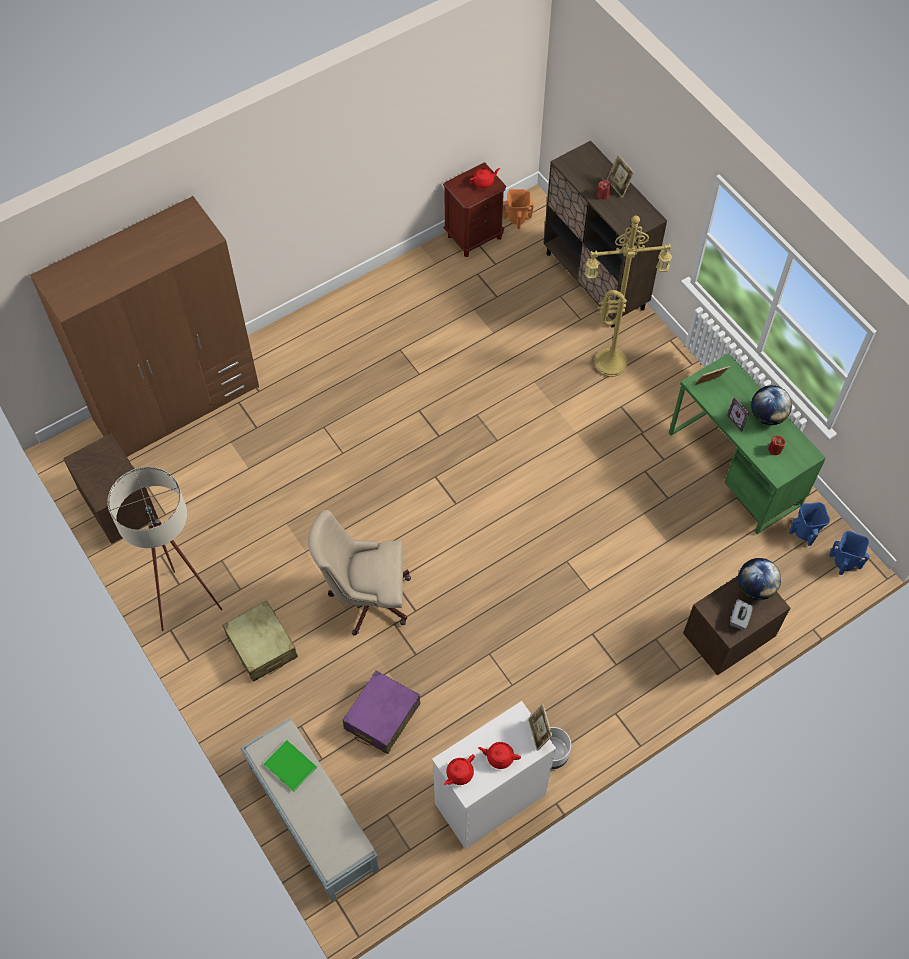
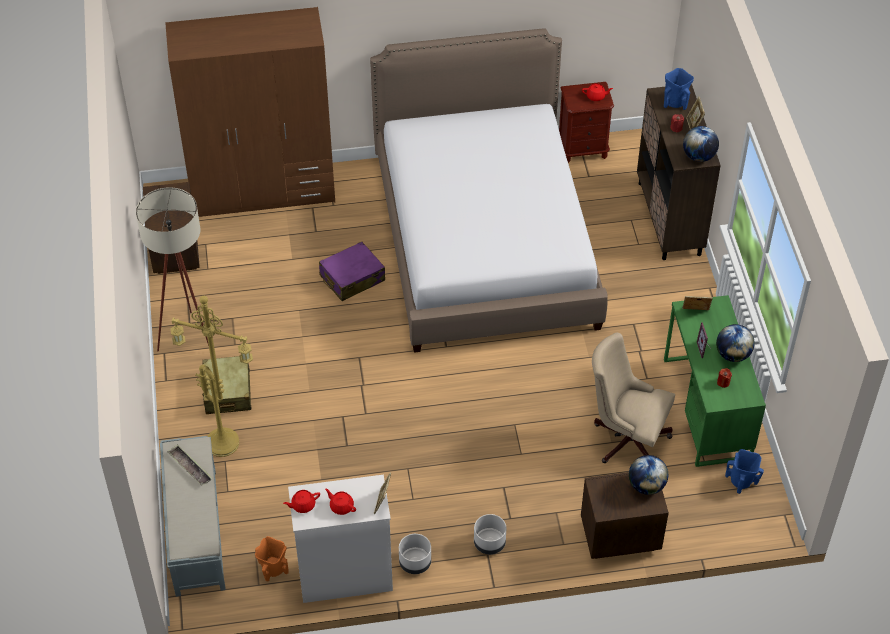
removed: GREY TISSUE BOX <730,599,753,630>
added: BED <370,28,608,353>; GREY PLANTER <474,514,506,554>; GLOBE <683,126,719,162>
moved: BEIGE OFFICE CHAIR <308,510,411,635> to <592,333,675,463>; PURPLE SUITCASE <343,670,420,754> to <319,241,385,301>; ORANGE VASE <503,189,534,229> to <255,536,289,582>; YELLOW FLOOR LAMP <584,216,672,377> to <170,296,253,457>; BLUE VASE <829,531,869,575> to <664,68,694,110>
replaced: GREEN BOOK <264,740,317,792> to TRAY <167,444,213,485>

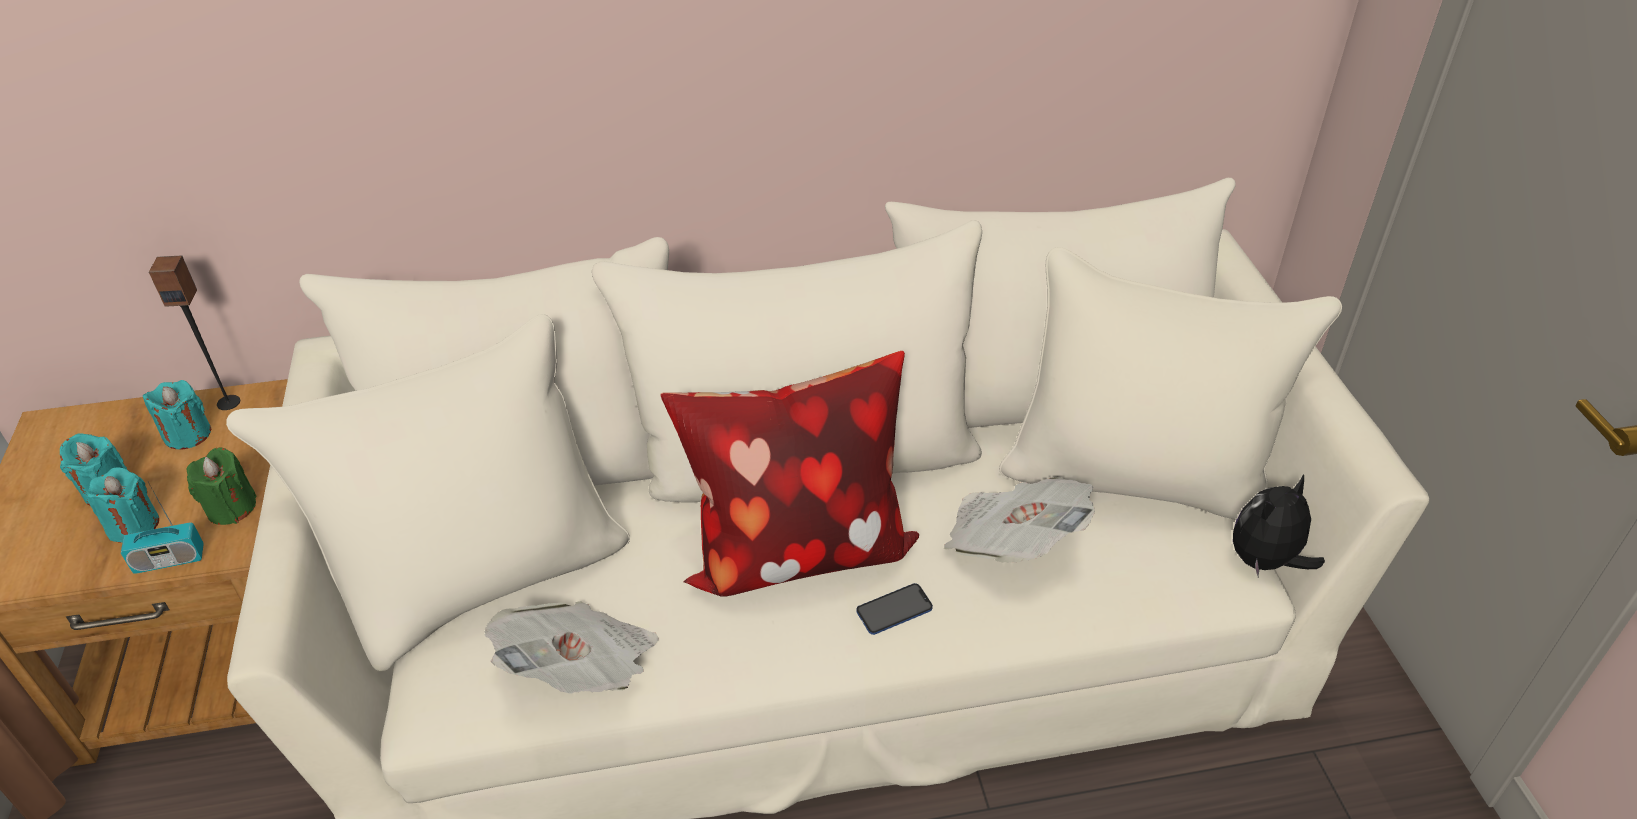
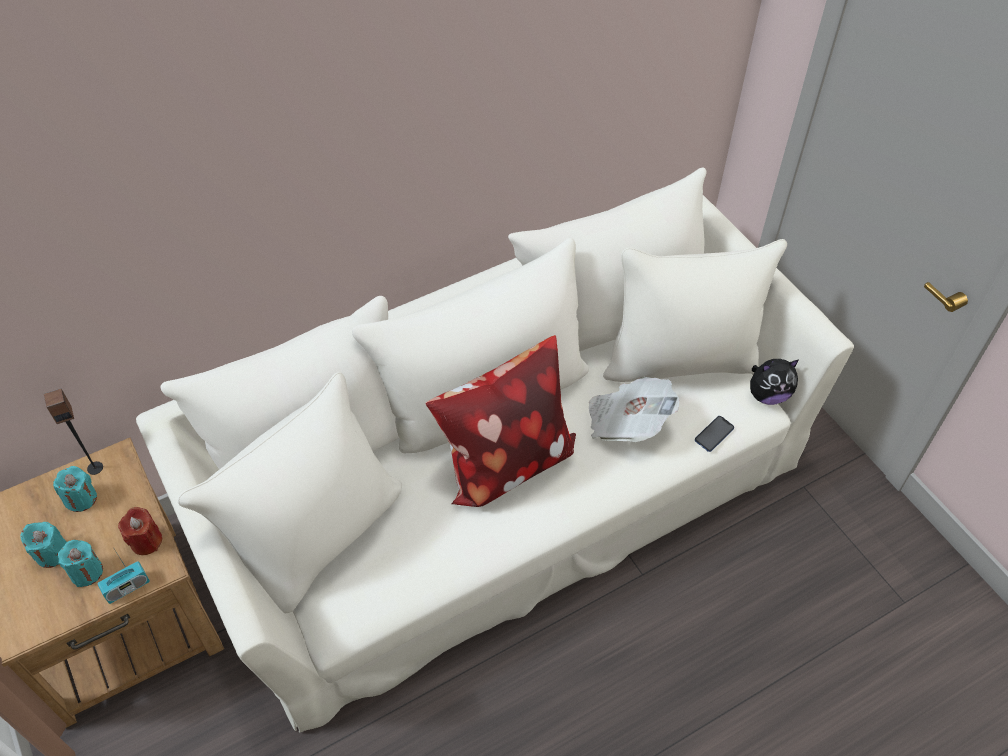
removed: NEWSPAPER <485,601,659,694>
moved: PHONE <856,583,933,635> to <695,416,734,452>
recoloured: GREEN CANDLE <186,447,257,525> to RED CANDLE <118,507,162,555>
turned: PLUSH TOY <1233,474,1325,577> = <750,359,799,405> 135 degrees counterclockwise

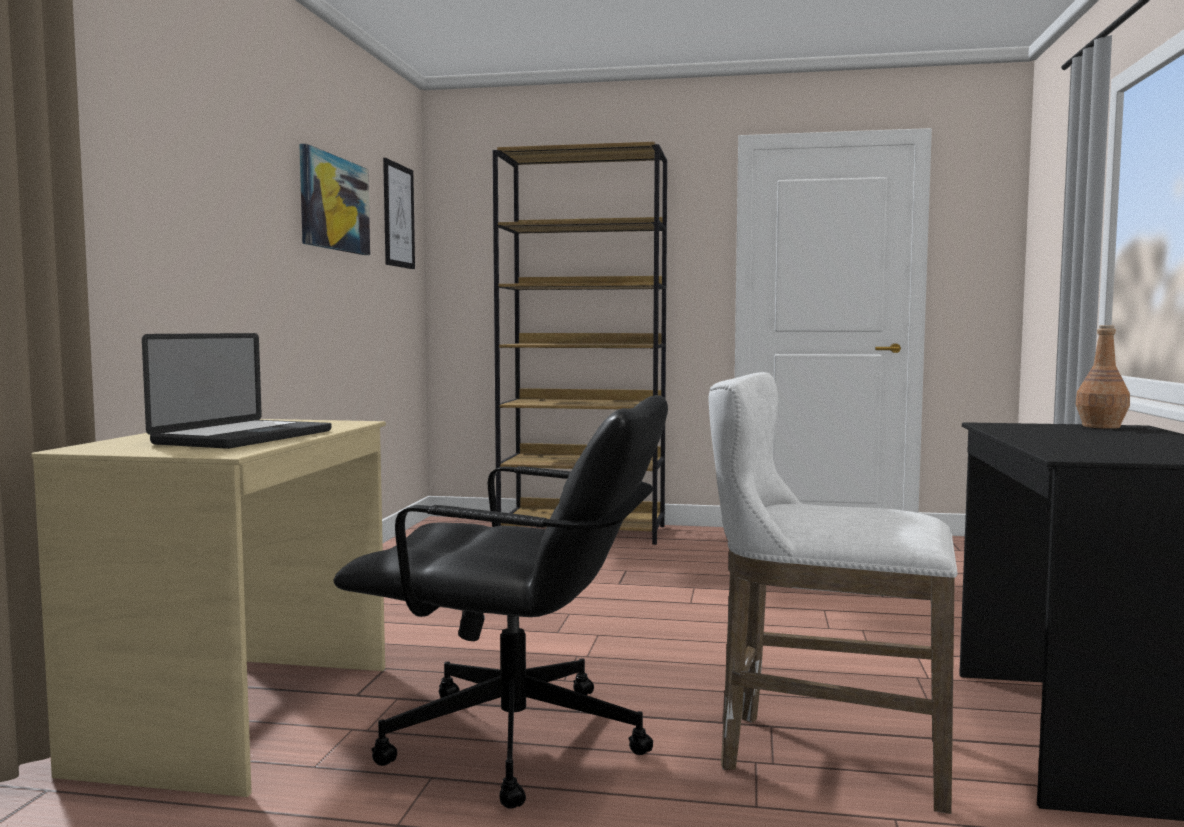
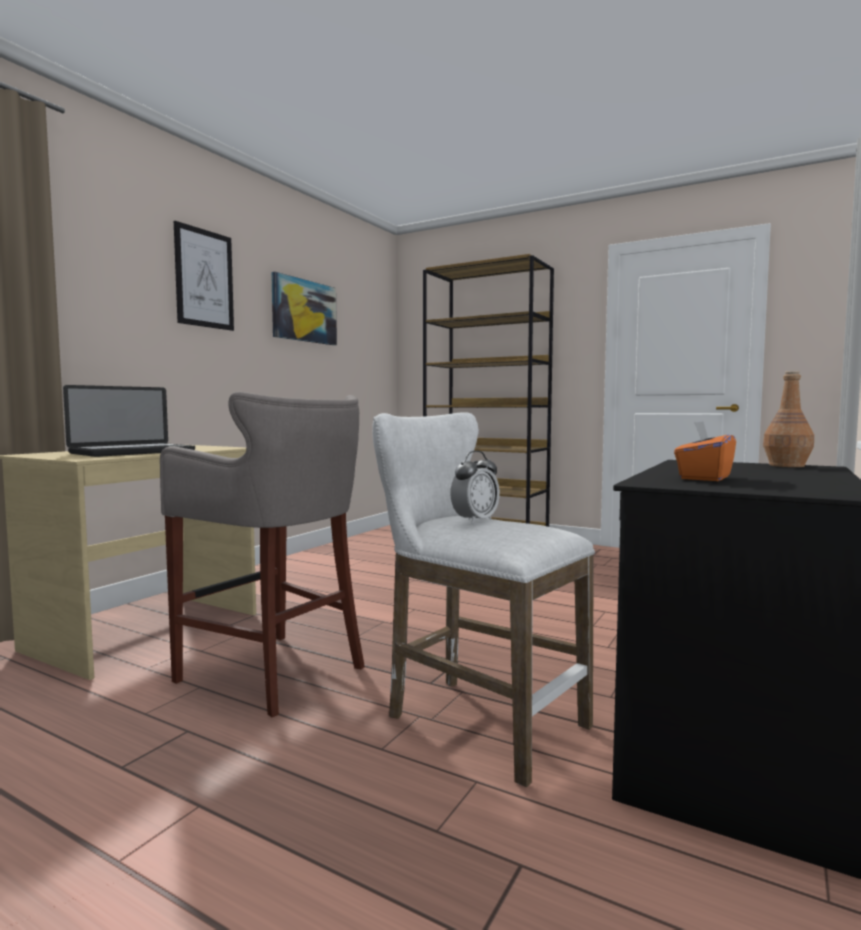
added: ALARM CLOCK <450,450,500,524>; ORANGE TISSUE BOX <674,421,736,481>
moved: PICTURE <383,158,415,269> to <174,221,234,331>
replaced: BLACK OFFICE CHAIR <333,395,668,809> to GREY STOOL <160,392,365,717>

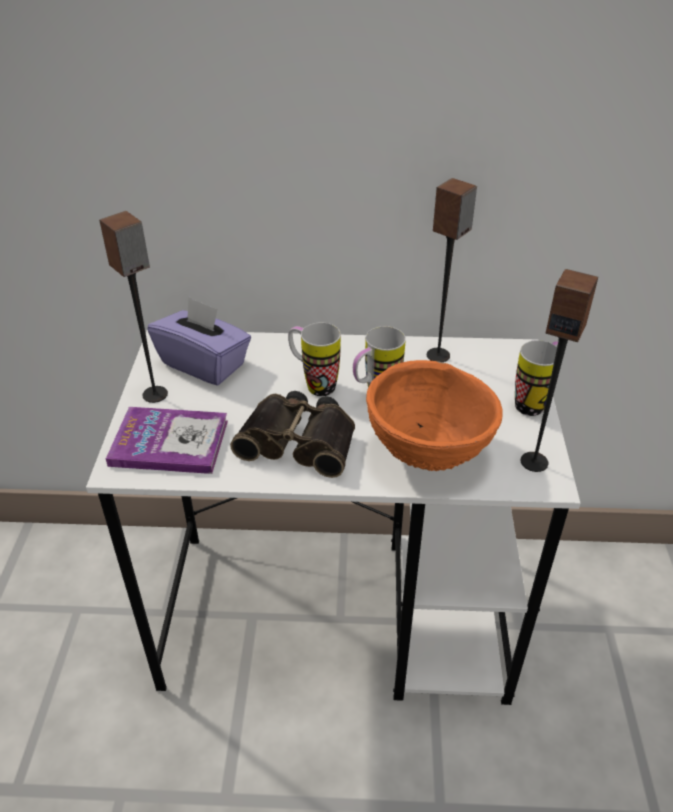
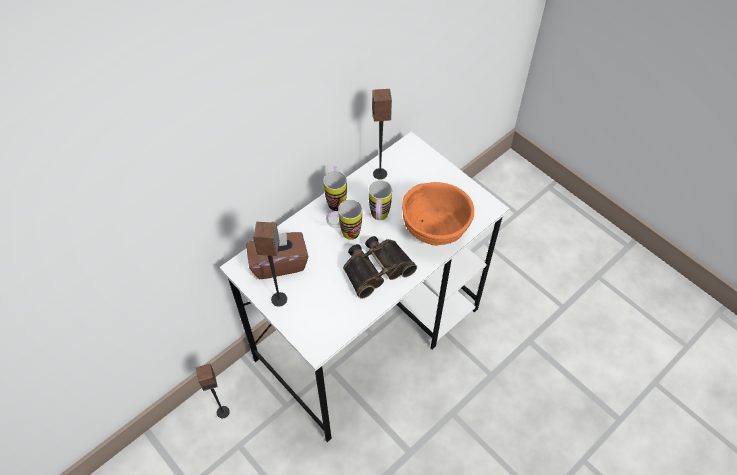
removed: BOOK <106,407,228,474>
moved: MUG <515,340,558,416> to <323,166,347,211>; SPEAKER <520,269,598,472> to <196,363,230,418>
recoloured: PURPLE TISSUE BOX <148,297,251,385> to BROWN TISSUE BOX <246,232,308,279>

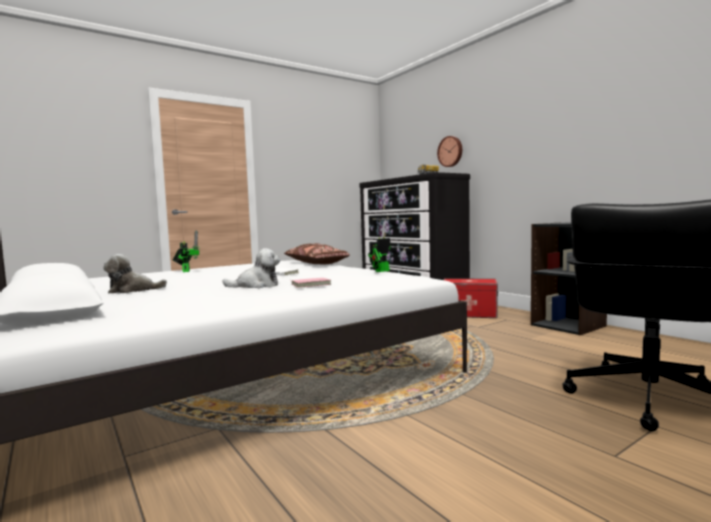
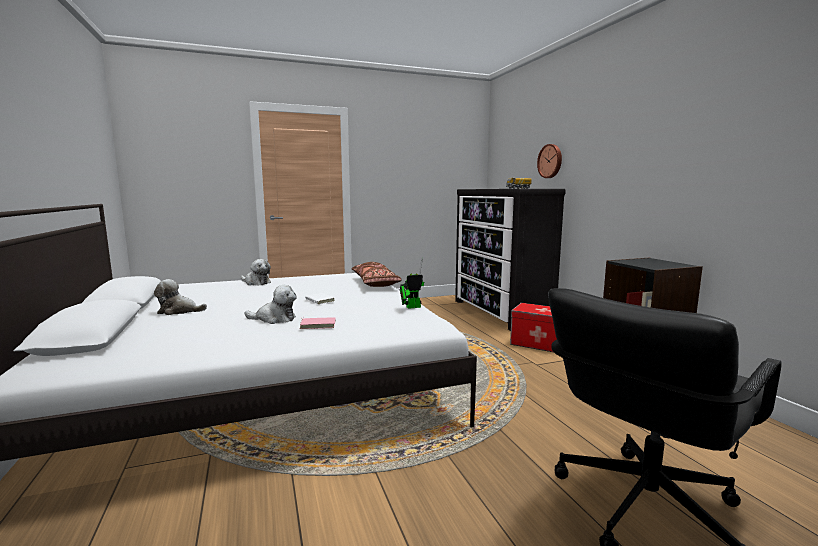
replaced: TOY ROBOT <173,230,199,272> to PLUSH TOY <241,259,271,286>

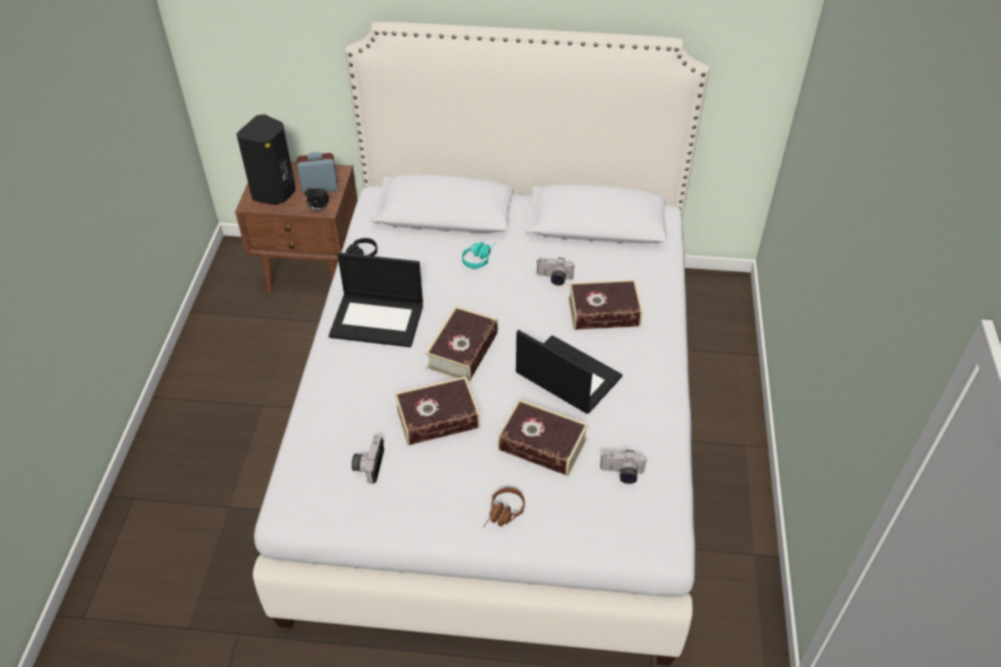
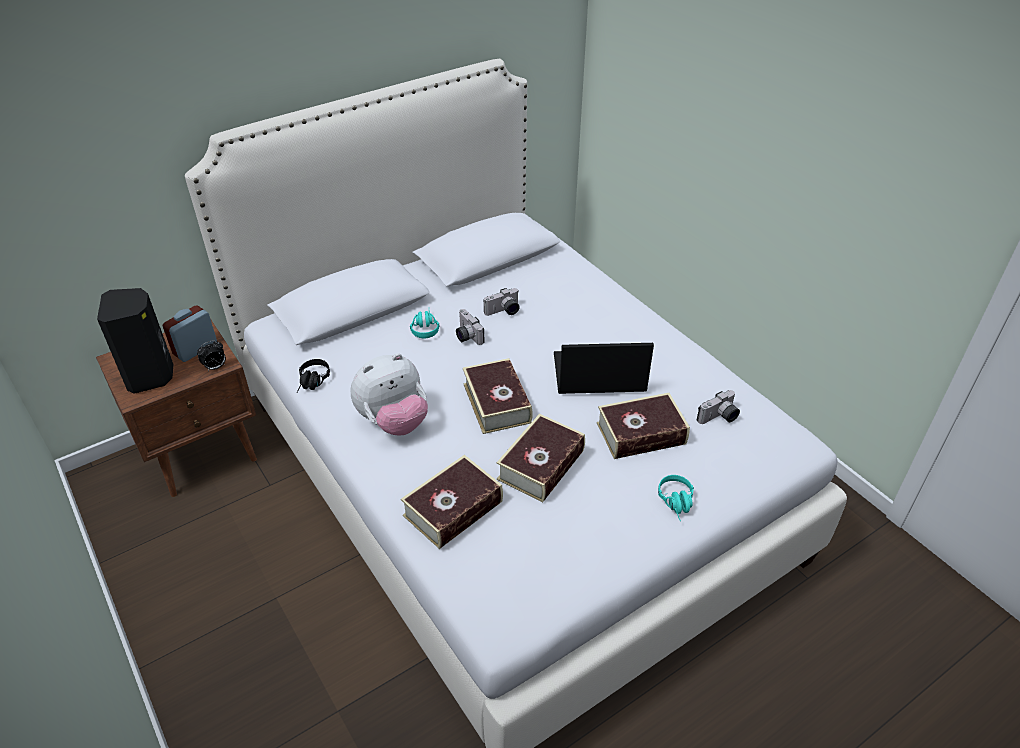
moved: PHOTO CAMERA <352,434,384,484> to <456,309,485,345>; BOOK <568,280,643,330> to <401,455,503,549>
replaced: LAPTOP <329,253,423,347> to PLUSH TOY <351,353,428,436>
recoloured: BROWN HEADPHONES <483,487,525,528> to TURQUOISE HEADPHONES <658,475,694,521>

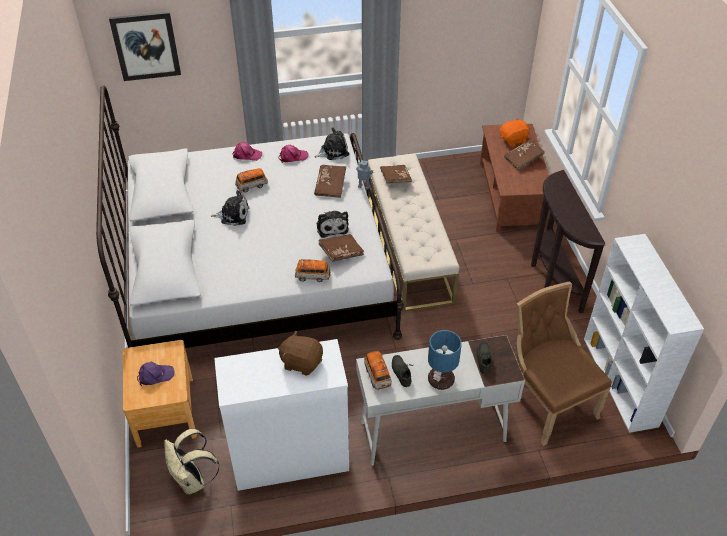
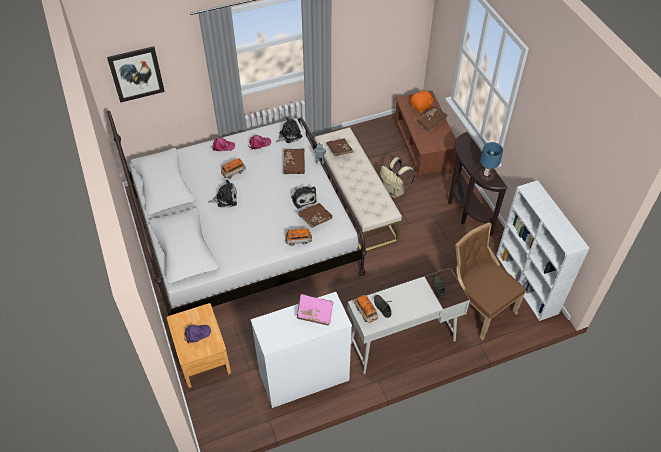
moved: BEIGE BACKPACK <164,429,220,495> to <380,157,415,198>; TABLE LAMP <428,330,462,390> to <478,142,503,181>
replaced: BROWN PLUSH TOY <278,331,323,376> to PINK BOOK <297,294,333,326>

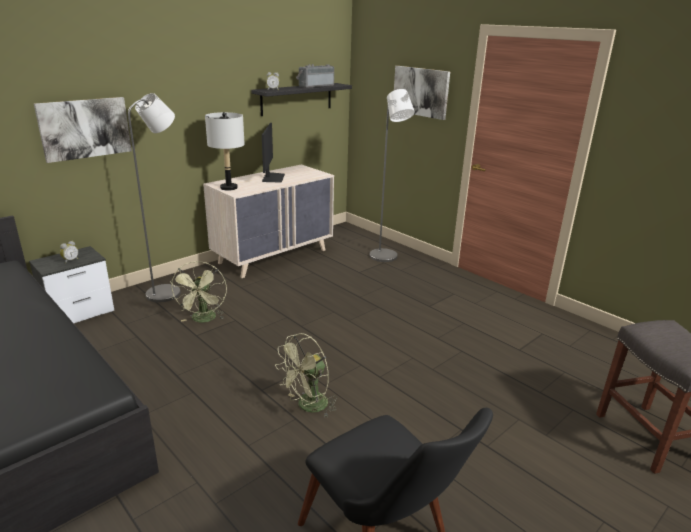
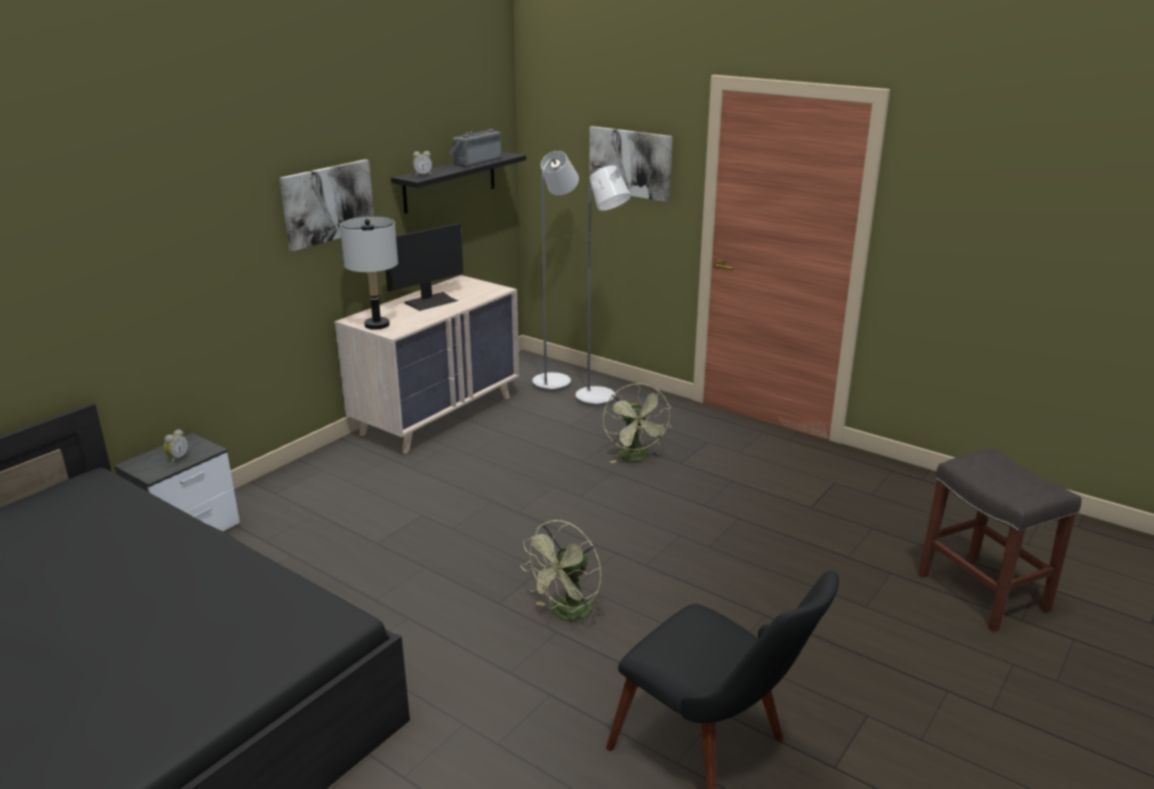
moved: PICTURE <34,97,132,163> to <280,159,374,251>; GREY FLOOR LAMP <128,93,181,302> to <532,151,579,392>; GREEN FAN <170,261,227,323> to <603,383,671,463>
turned: MONITOR <262,123,285,183> = <385,223,464,311> 60 degrees clockwise

